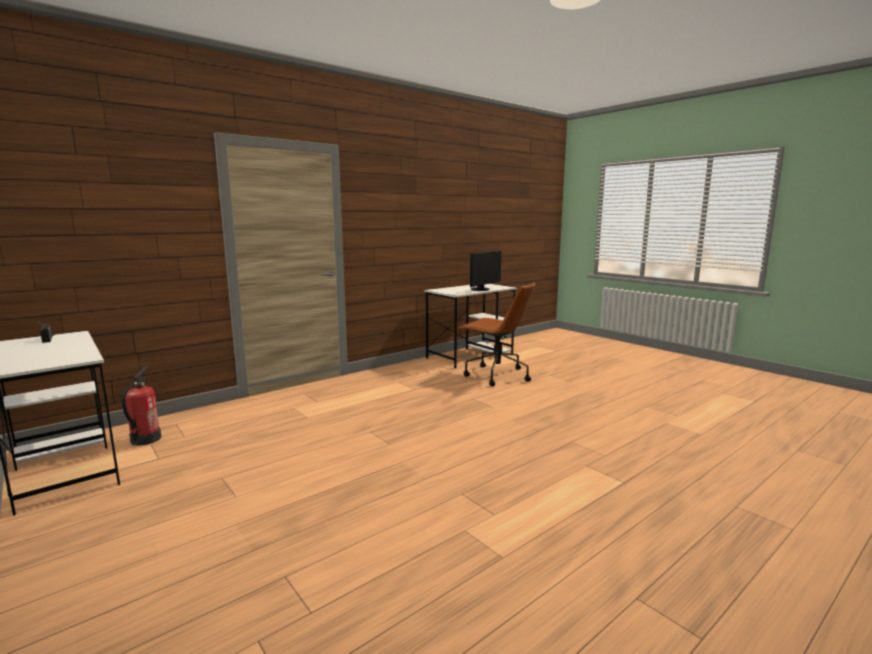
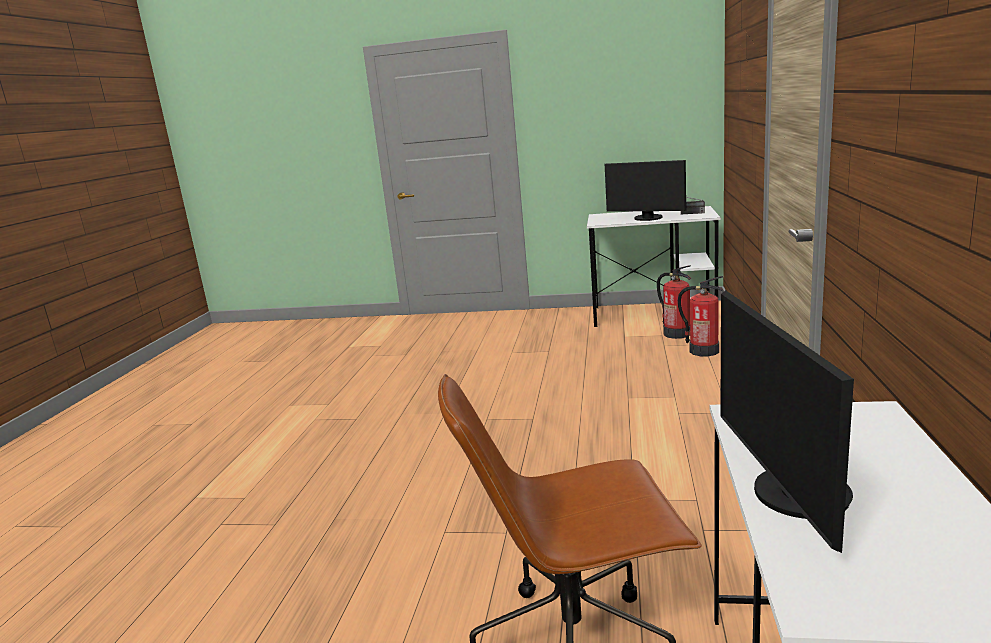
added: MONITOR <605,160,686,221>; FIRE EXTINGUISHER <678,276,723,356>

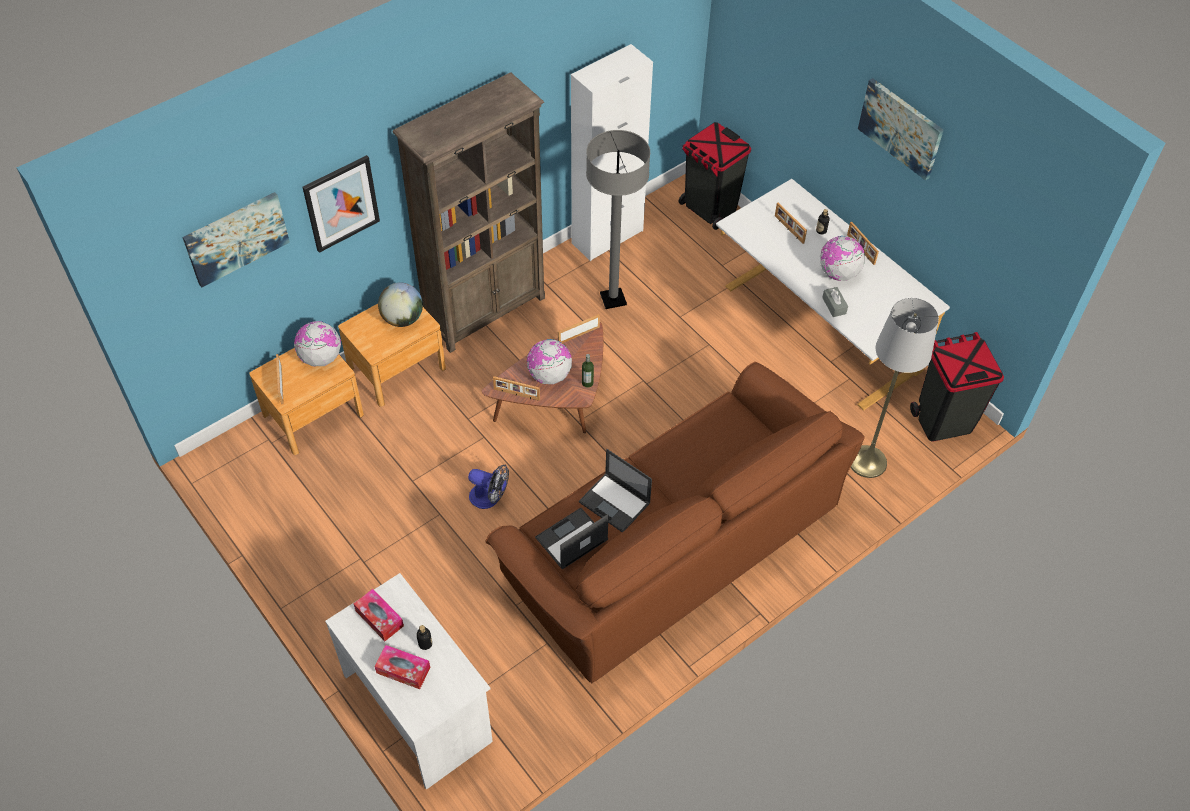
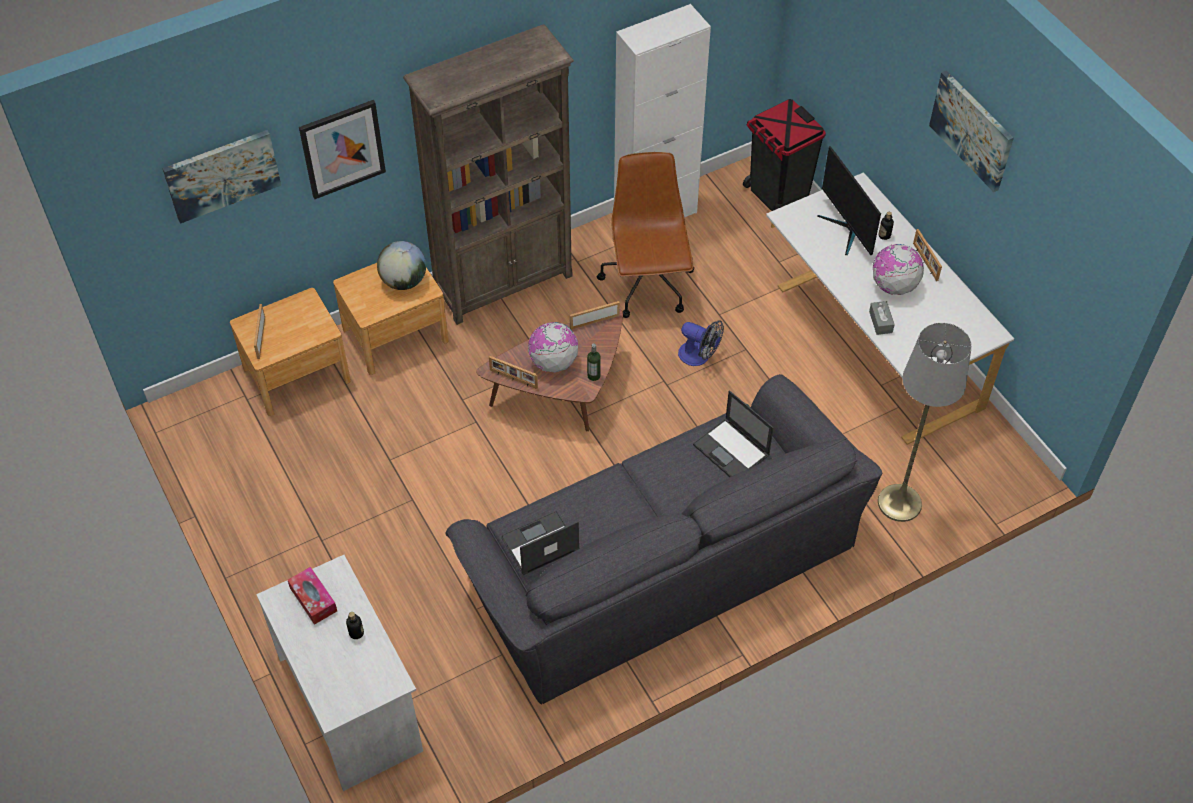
removed: GLOBE <294,321,341,366>; TISSUE BOX <374,645,430,689>; BLACK TRASH CAN <910,332,1004,441>
moved: FAN <468,465,509,509> to <678,320,724,366>; LAPTOP <579,449,652,532> to <693,390,774,477>
replaced: GREY FLOOR LAMP <586,130,650,309> to BROWN OFFICE CHAIR <597,152,694,318>; PICTURE FRAME <775,202,807,244> to MONITOR <817,146,881,255>
recoloured: BROWN SOFA <486,362,865,684> to GREY SOFA <445,374,882,704>

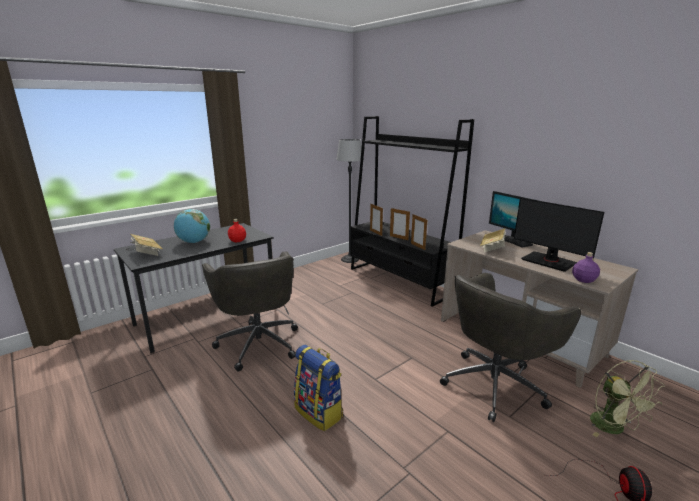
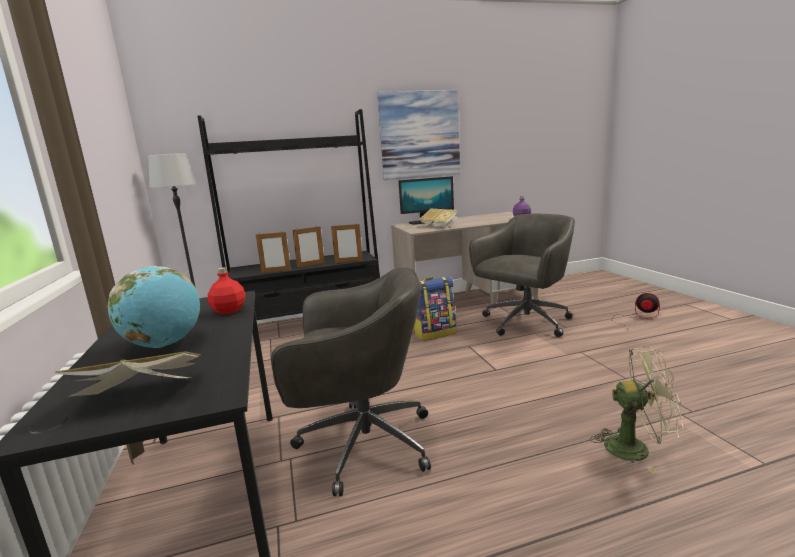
removed: MONITOR <514,198,604,272>
added: PICTURE <378,90,460,180>
moved: BACKPACK <294,344,343,431> to <414,277,456,341>; GREEN FAN <590,360,665,437> to <590,347,684,474>
turned: GREY OFFICE CHAIR <440,273,581,422> = <469,214,575,337> 120 degrees counterclockwise

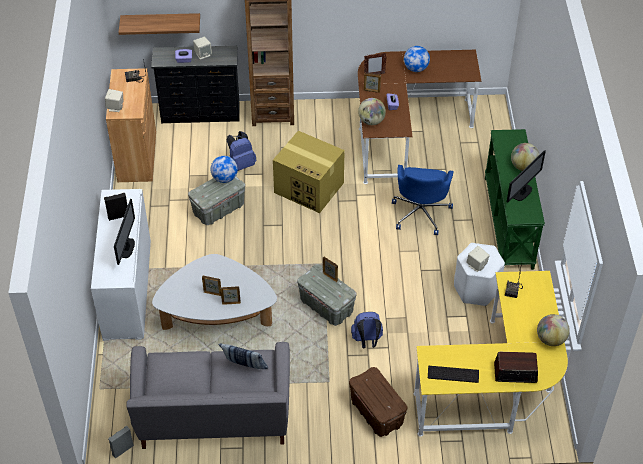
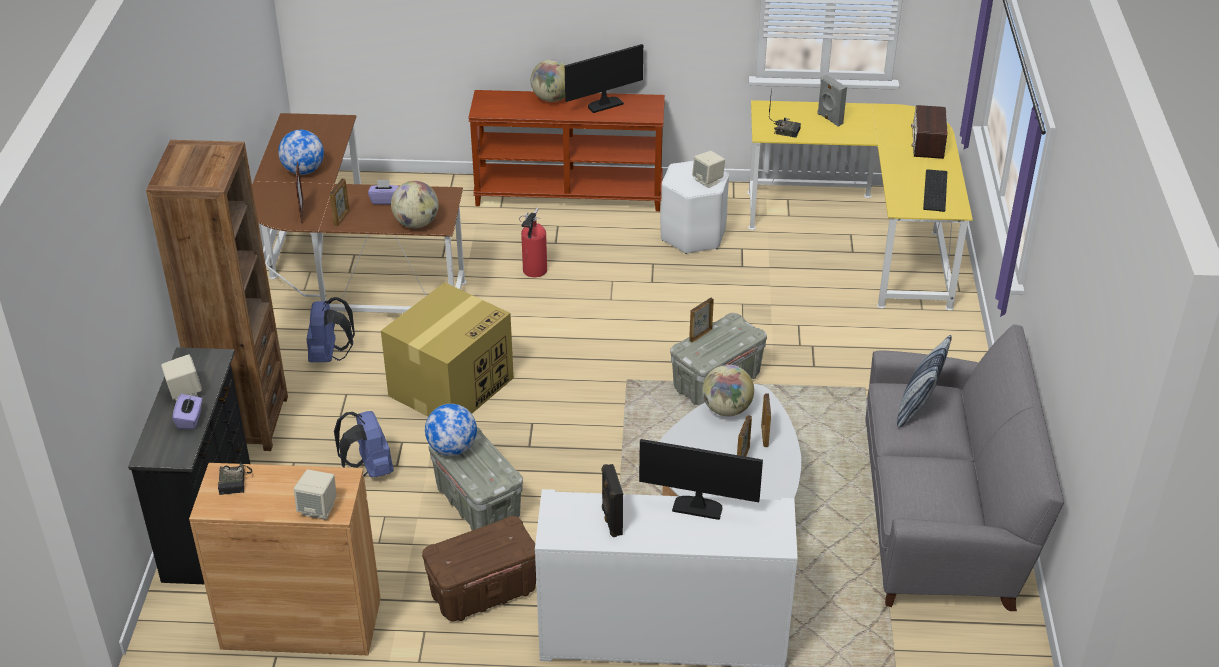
removed: SHELF <119,13,200,35>
moved: GREY SPEAKER <108,426,134,459> to <817,75,847,127>; BROWN STORAGE BOX <349,367,407,437> to <422,516,536,621>; BLUE BACKPACK <351,312,383,349> to <307,297,355,362>; GLOBE <537,314,570,346> to <702,365,754,416>
replaced: BLUE OFFICE CHAIR <392,165,454,235> to FIRE EXTINGUISHER <519,208,547,277>
recoloured: GREEN CONSOLE TABLE <485,129,545,270> to BROWN CONSOLE TABLE <468,90,665,212>
turned: MONITOR <507,150,546,203> = <565,44,643,113> 75 degrees counterclockwise

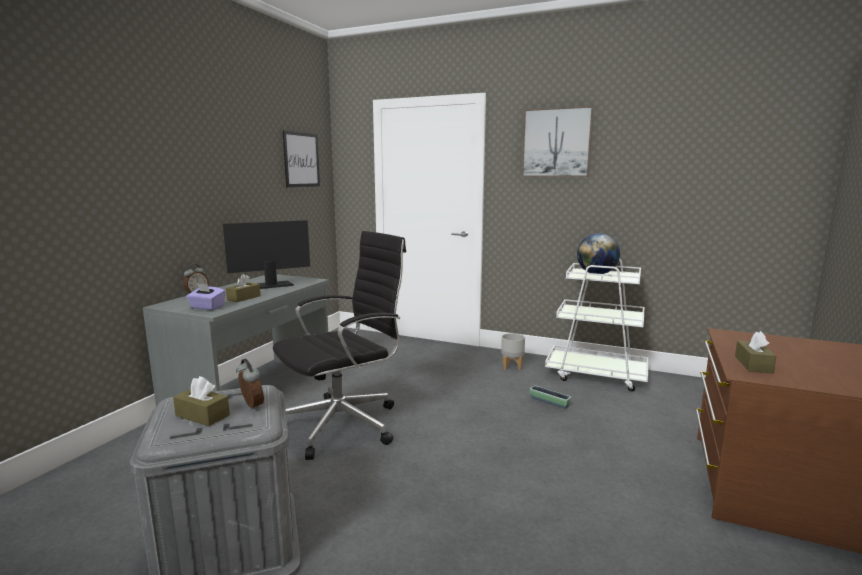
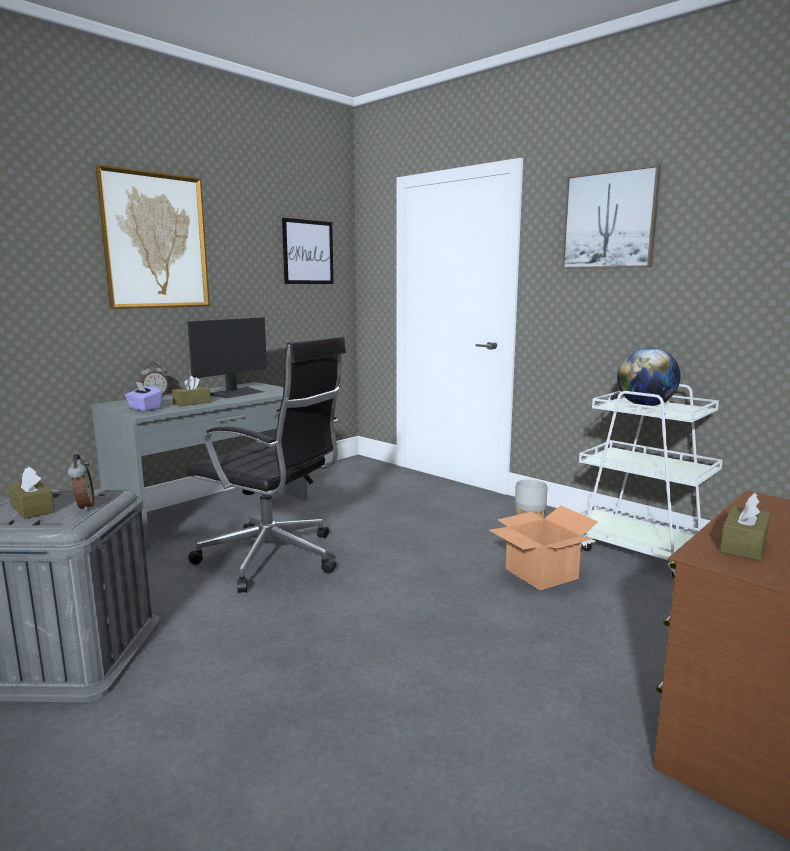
added: PICTURE <95,164,210,309>
replaced: PLANTER <530,386,571,409> to CARDBOARD BOX <489,505,598,591>
turned: MONITOR <223,220,310,289> = <187,317,267,398> 135 degrees clockwise; BLACK OFFICE CHAIR <273,231,406,460> = <186,335,346,593> 45 degrees clockwise

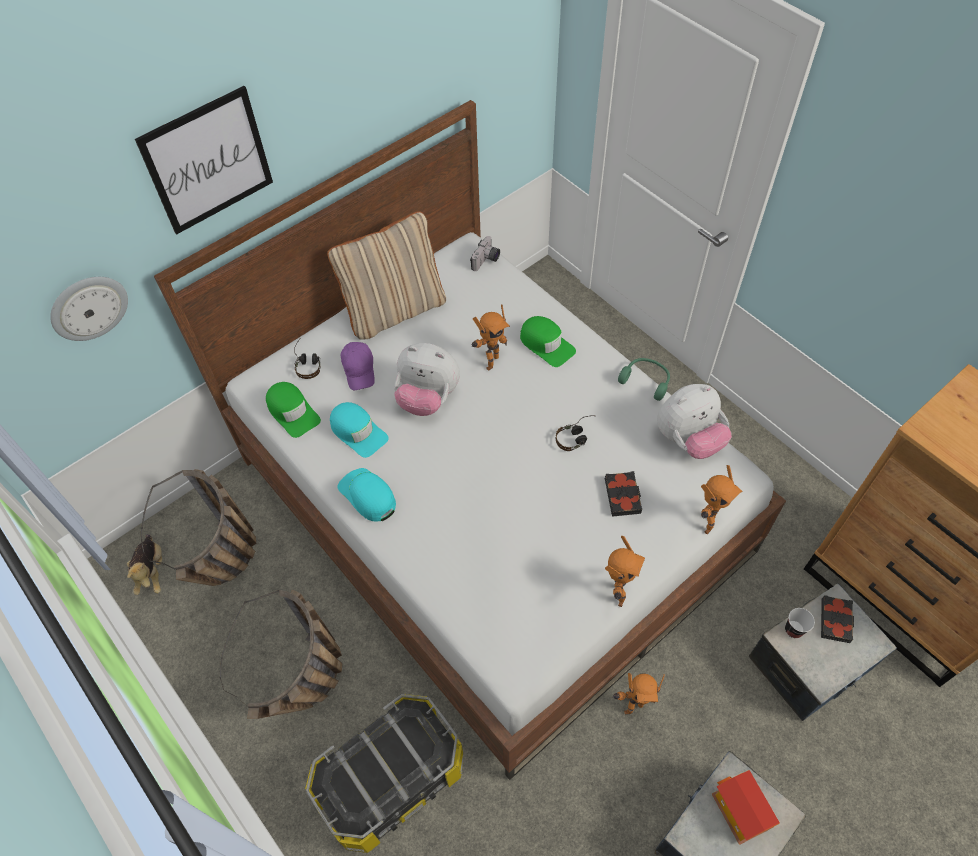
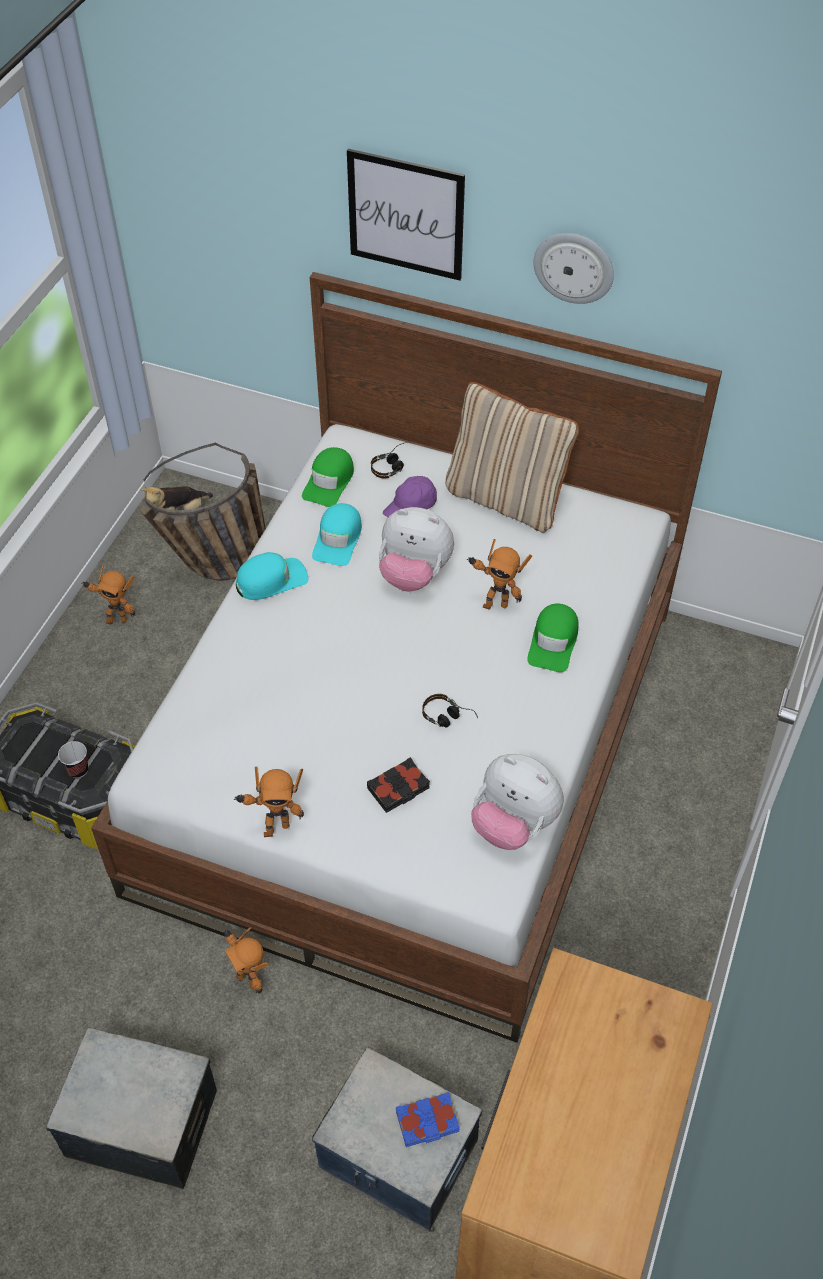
removed: BASKET <220,589,342,719>; PHOTO CAMERA <470,236,500,271>; GREEN HEADPHONES <618,358,670,401>; TOY HOUSE <712,770,780,845>
moved: WALL CLOCK <50,277,128,341> to <533,233,614,304>; TOY ROBOT <701,465,742,534> to <81,565,135,624>; CUP <785,608,815,638> to <58,741,88,778>
recoloured: BLACK BOOK <821,595,854,643> to BLUE BOOK <396,1092,460,1147>
turned: TURQUOISE CAP <338,468,396,521> = <236,552,308,600> 45 degrees clockwise; PLUSH TOY <394,343,460,416> = <379,507,454,591> 60 degrees counterclockwise

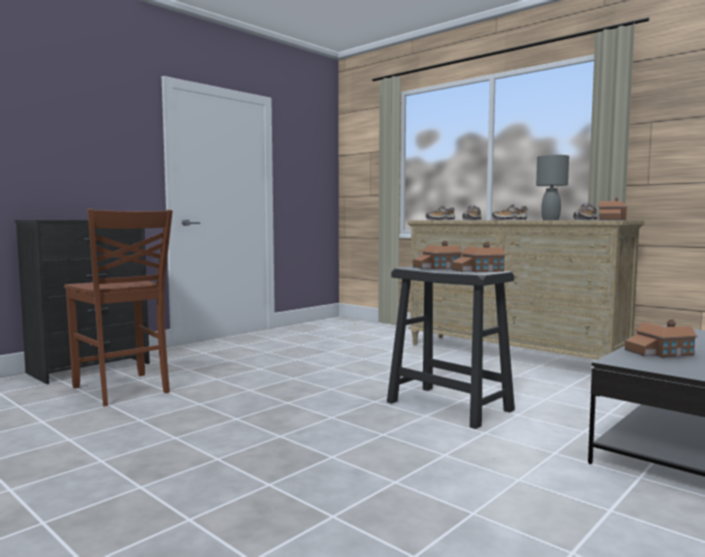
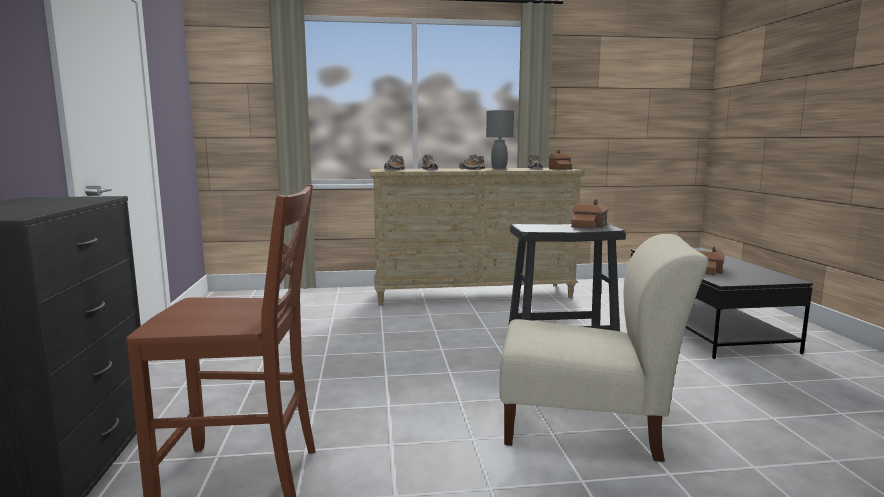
removed: TOY HOUSE <413,241,462,269>
added: BEIGE CHAIR <499,234,708,462>

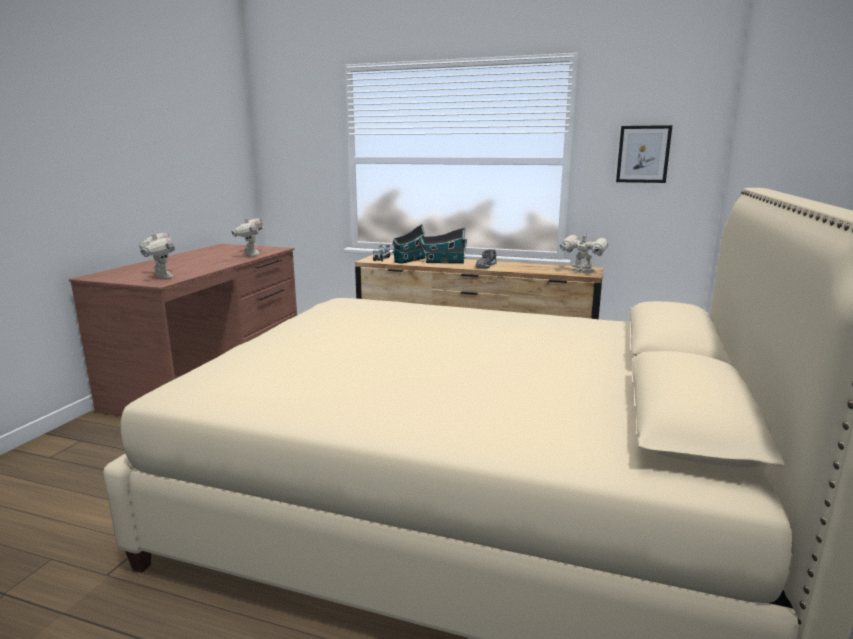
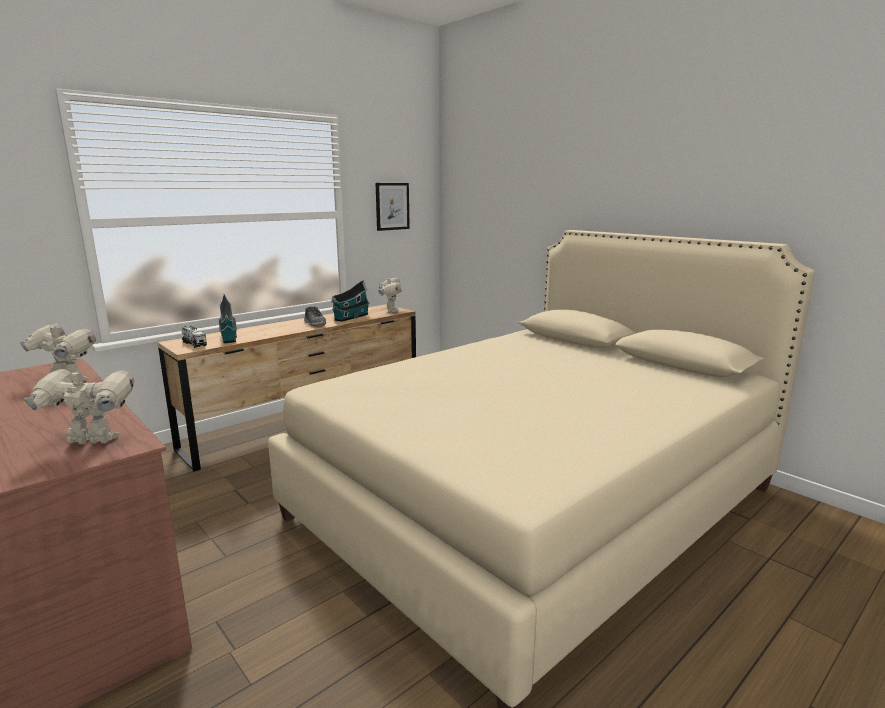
moved: TOY HOUSE <420,227,467,264> to <331,280,370,322>
turned: TOY ROBOT <560,231,608,273> = <378,277,402,312> 105 degrees clockwise

